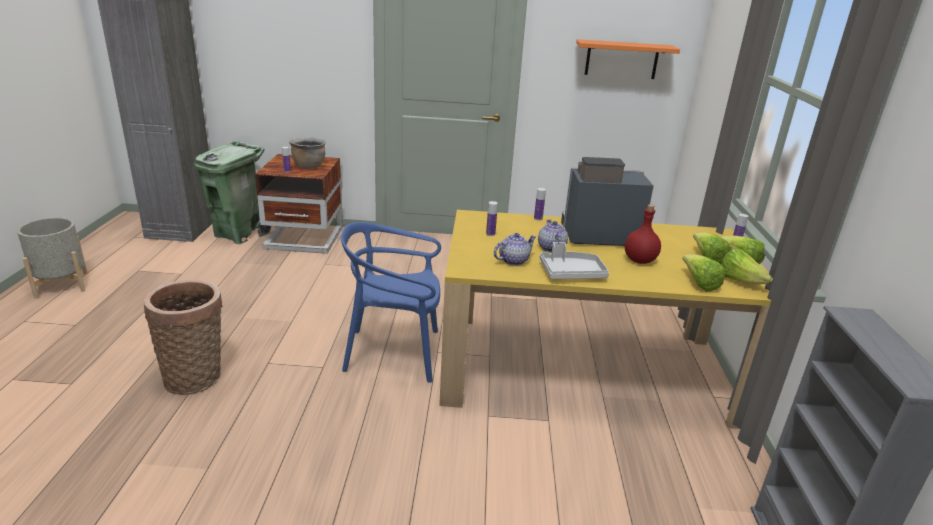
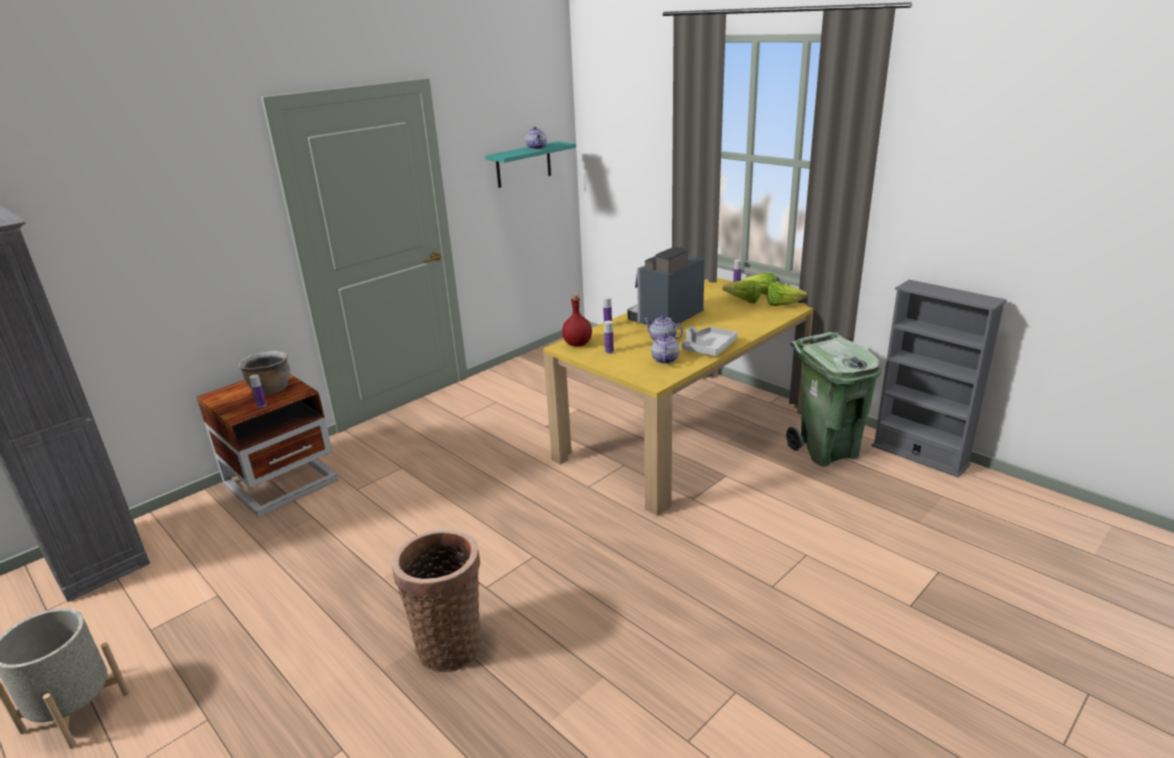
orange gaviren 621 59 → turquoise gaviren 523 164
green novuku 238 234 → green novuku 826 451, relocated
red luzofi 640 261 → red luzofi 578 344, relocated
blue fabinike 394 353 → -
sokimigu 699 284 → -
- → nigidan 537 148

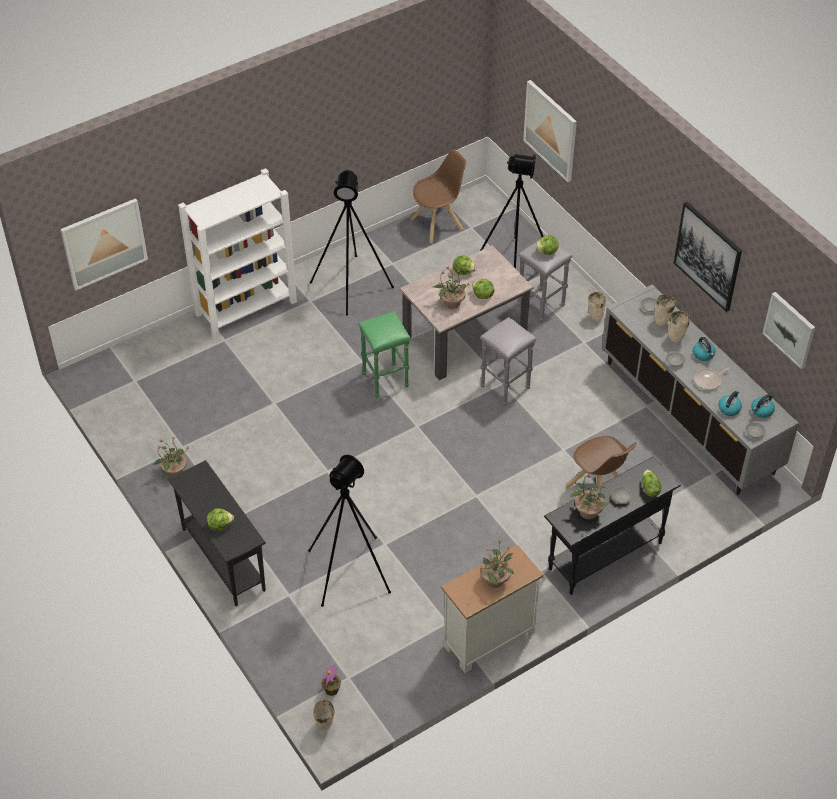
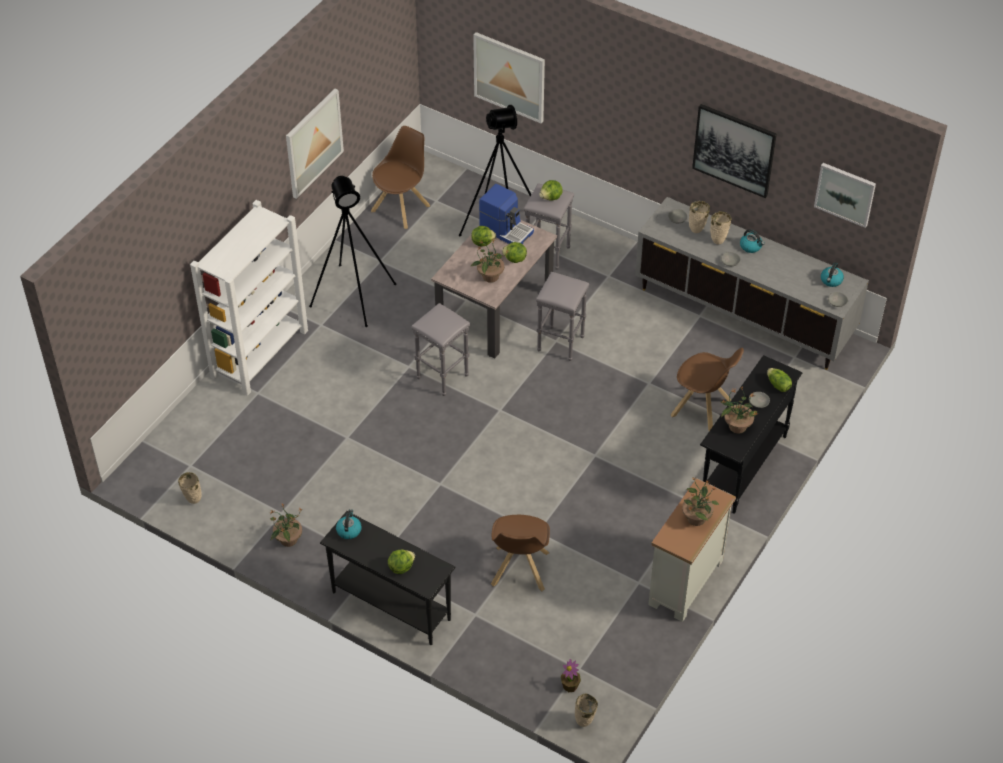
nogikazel 104 243 → nogikazel 313 143, relocated
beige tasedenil 595 317 → beige tasedenil 192 500, relocated
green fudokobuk 384 379 → grey fudokobuk 441 376
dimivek 708 381 → -
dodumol 729 408 → dodumol 349 530, relocated
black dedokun 349 571 → brown fabinike 519 570
- → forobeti 506 230

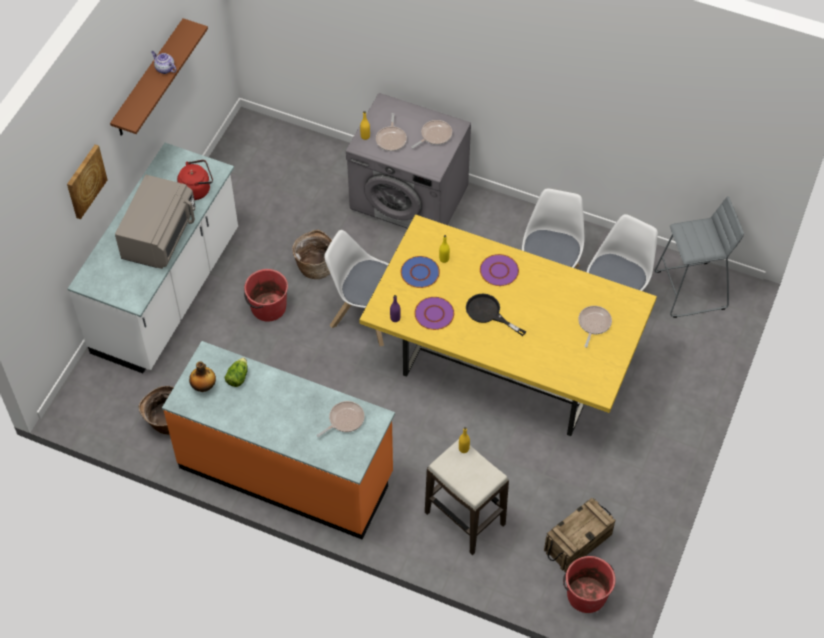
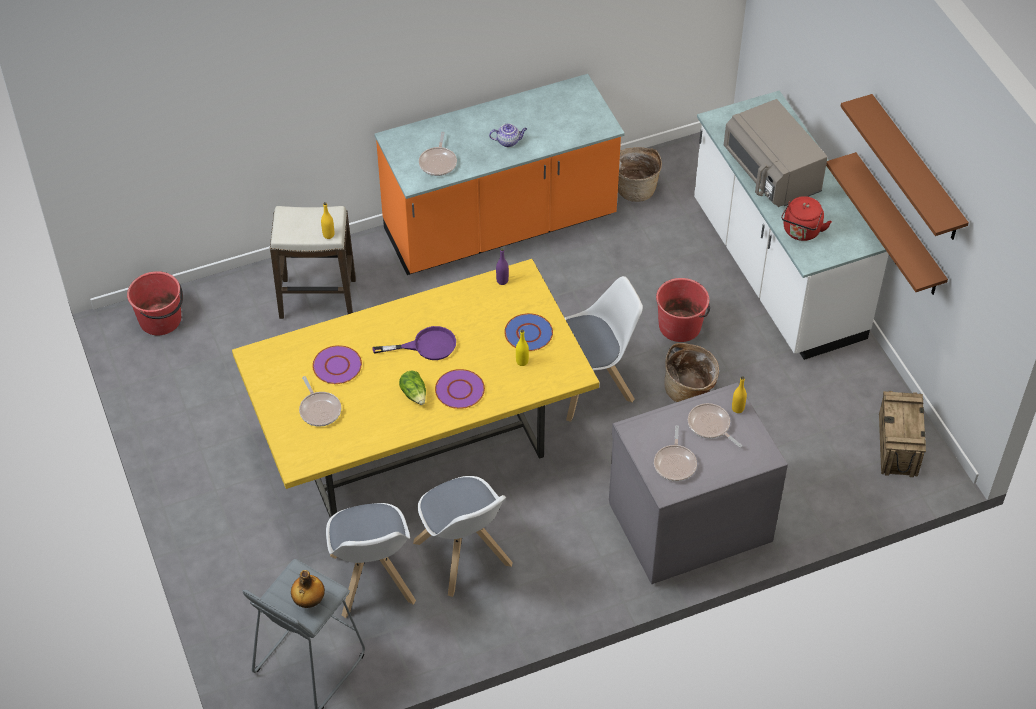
nigidan 164 68 → nigidan 508 141, relocated
nogikazel 85 181 → -
black dimivek 488 313 → purple dimivek 426 346
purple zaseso 434 314 → purple zaseso 337 366, relocated
sokimigu 237 377 → sokimigu 414 394, relocated
luzofi 204 387 → luzofi 309 601, relocated
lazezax 577 542 → lazezax 898 446, relocated
- → brown gaviren 897 226

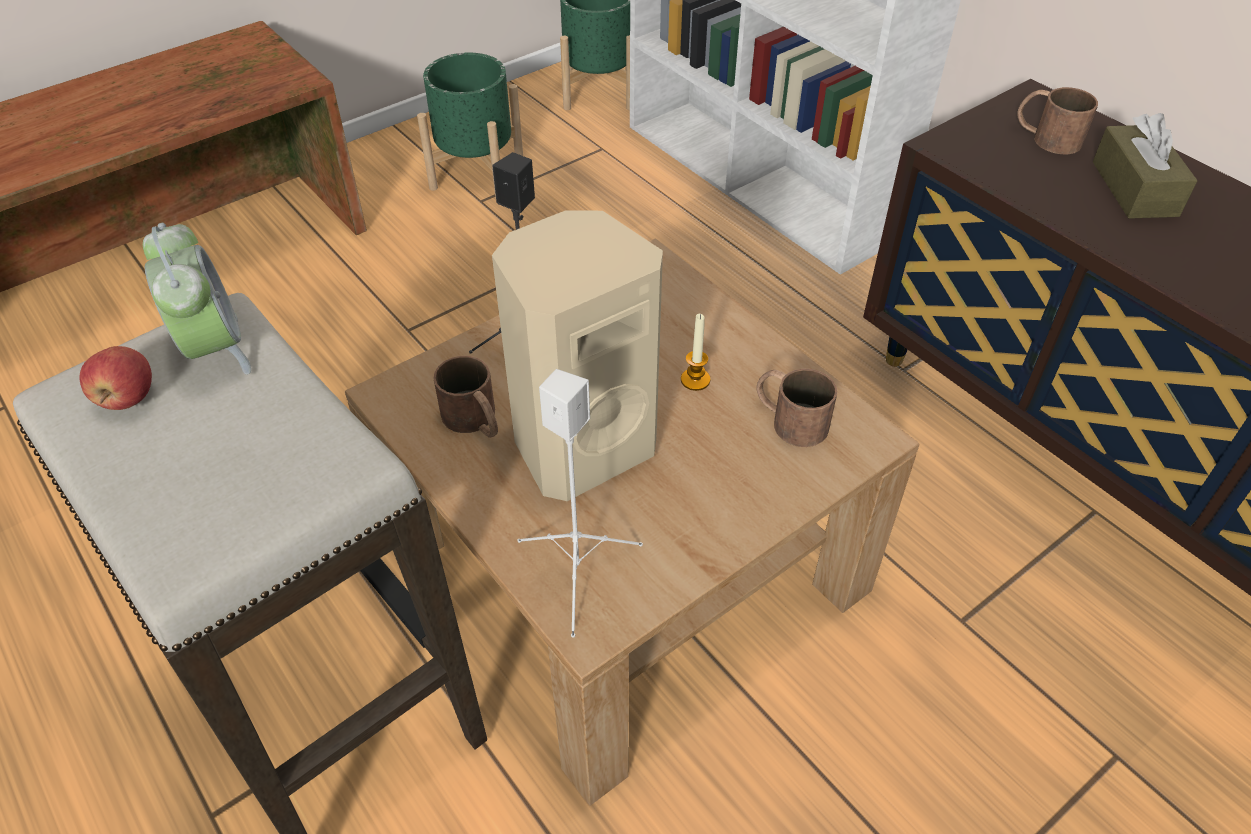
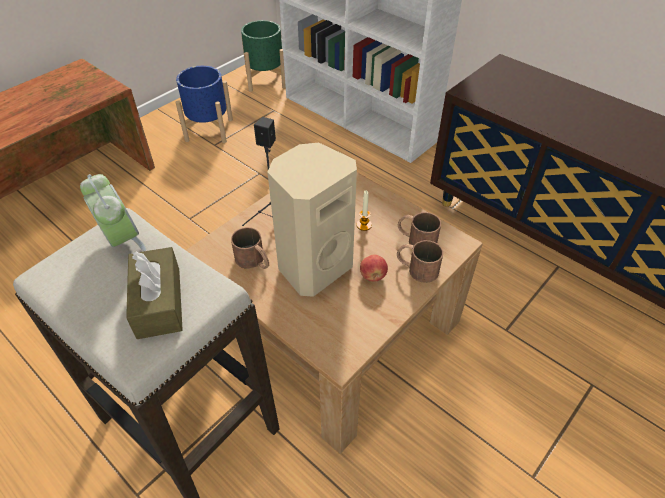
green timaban 476 173 → blue timaban 209 130
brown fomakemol 1046 137 → brown fomakemol 416 268, relocated
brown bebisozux 1134 189 → brown bebisozux 159 302, relocated
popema 127 398 → popema 373 276, relocated
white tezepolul 579 571 → -

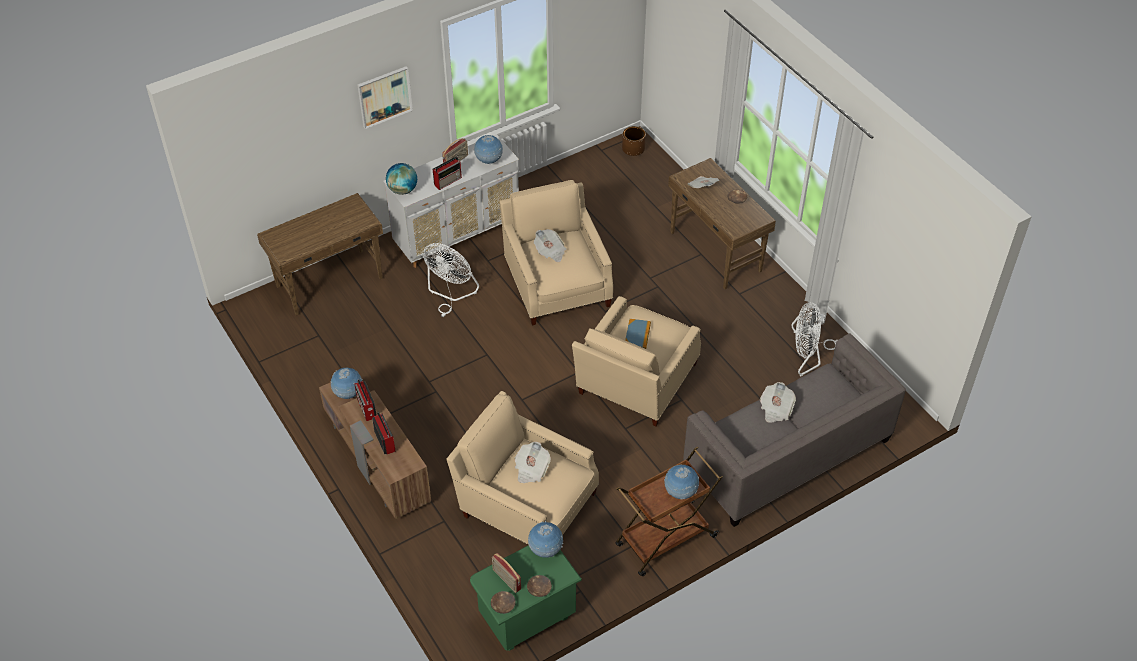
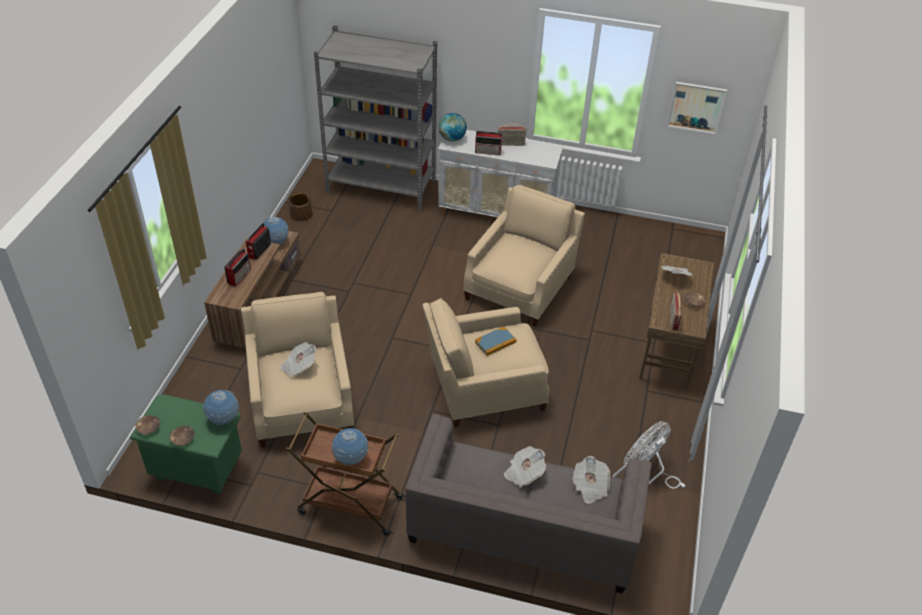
nogikazel 384 96 → nogikazel 696 107, relocated
brown timaban 633 149 → brown timaban 301 215, relocated
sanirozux 489 161 → -
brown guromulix 330 282 → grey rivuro 381 187
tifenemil 550 252 → tifenemil 590 487, relocated
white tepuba 448 292 → -
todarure 506 579 → todarure 673 319, relocated

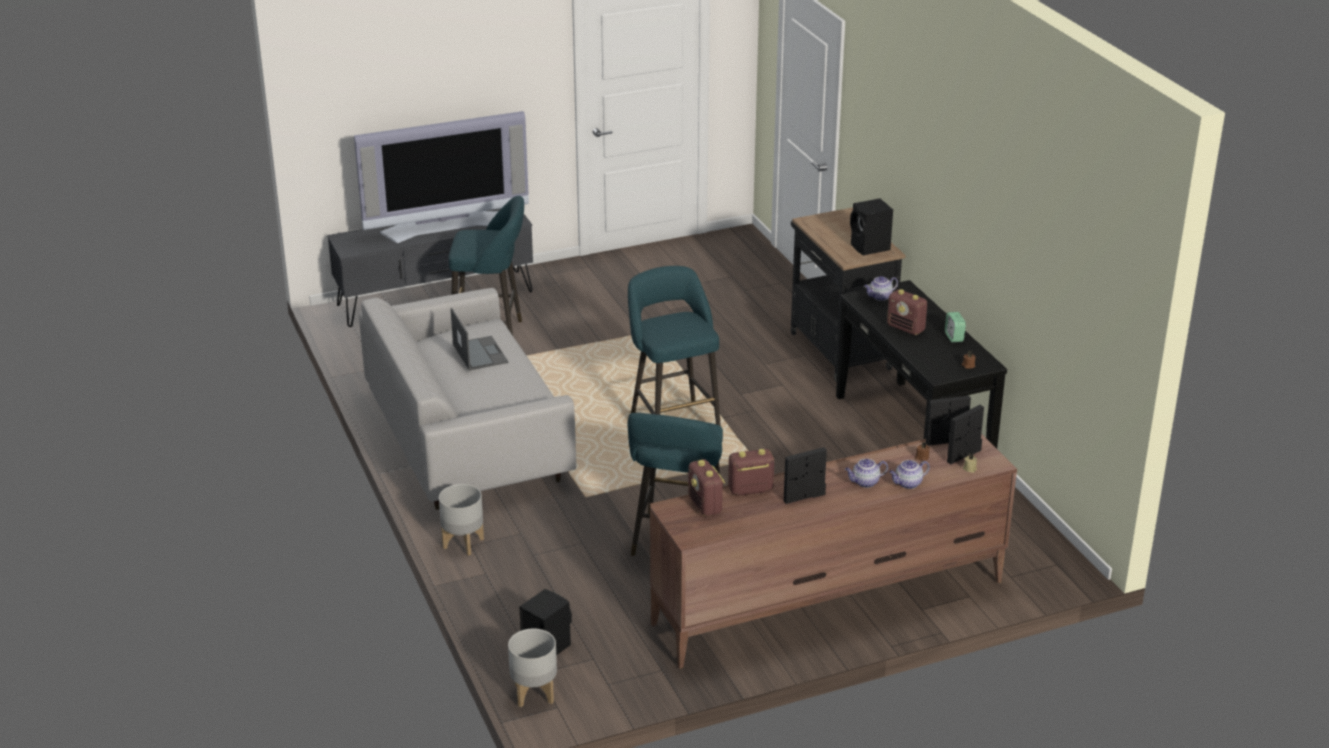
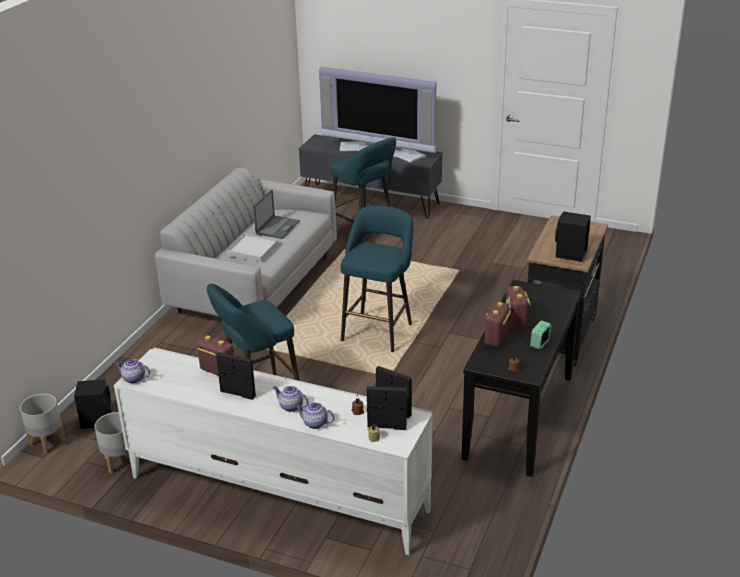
nigidan 880 297 → nigidan 133 378, relocated
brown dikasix 828 604 → white dikasix 276 494
todarure 705 506 → todarure 496 338, relocated
grey timaban 462 543 → grey timaban 120 461, relocated
- → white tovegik 252 250

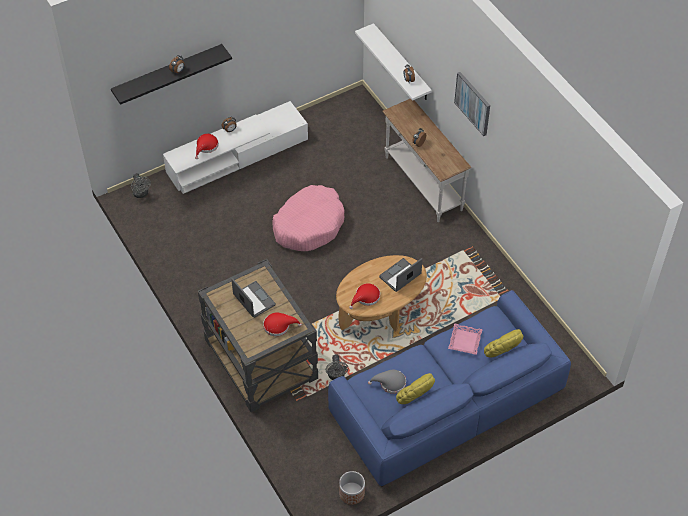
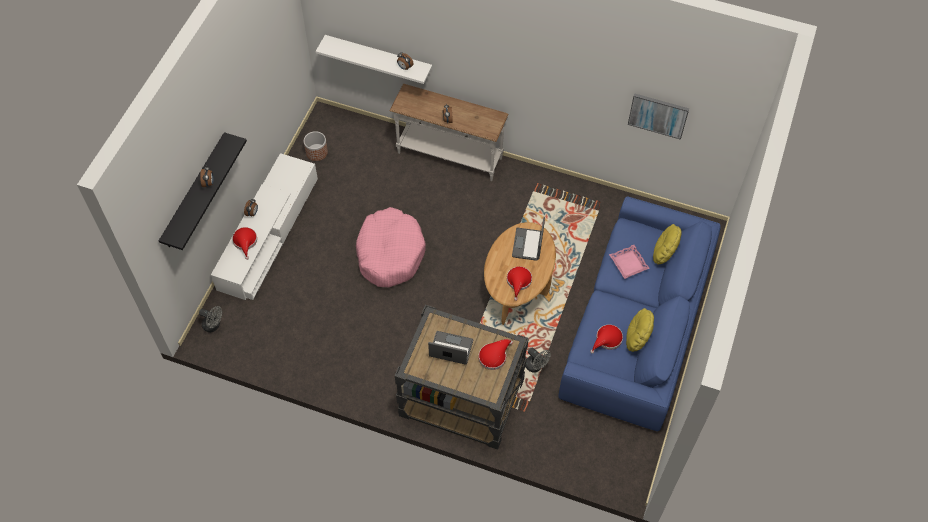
nogikazel 473 103 → nogikazel 658 115, relocated
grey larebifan 390 383 → red larebifan 607 340
timaban 351 493 → timaban 316 152, relocated

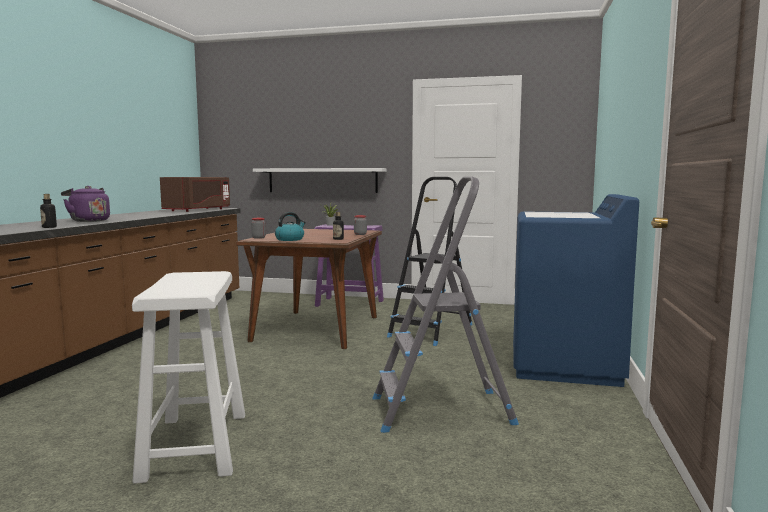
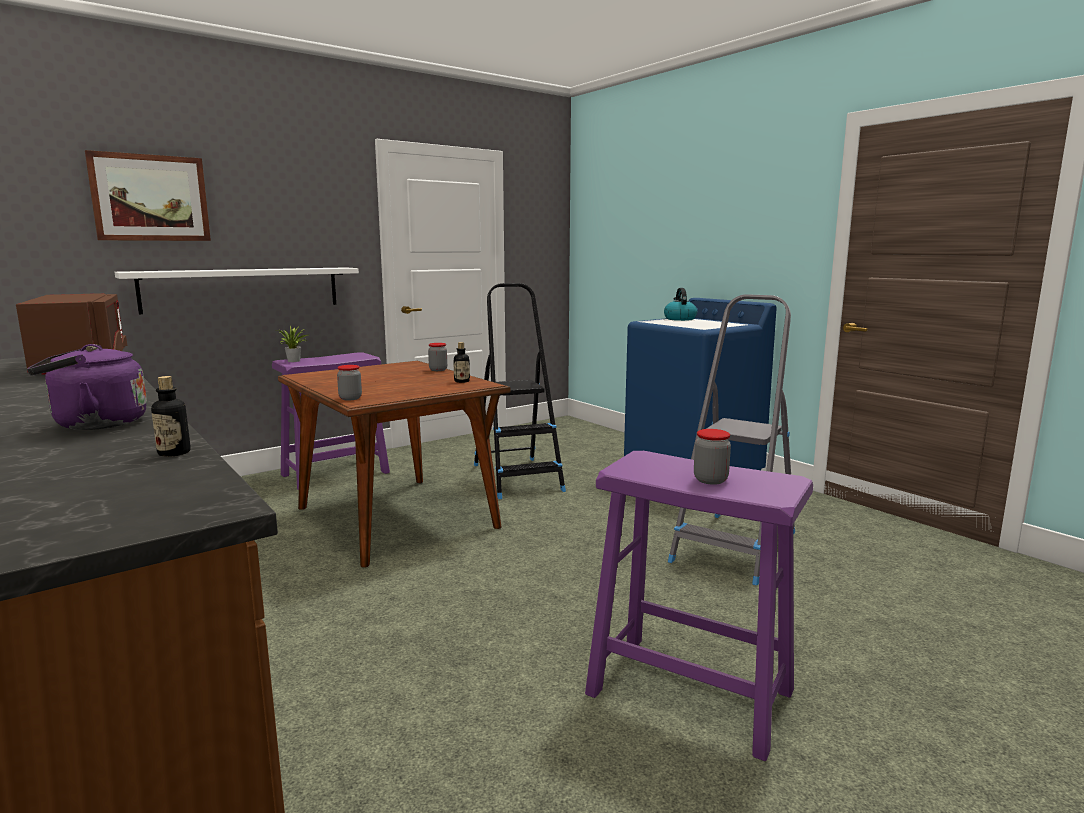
dodumol 290 239 → dodumol 679 319, relocated
white fudokobuk 196 445 → purple fudokobuk 688 691
- → nogikazel 150 198
- → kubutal 710 480

